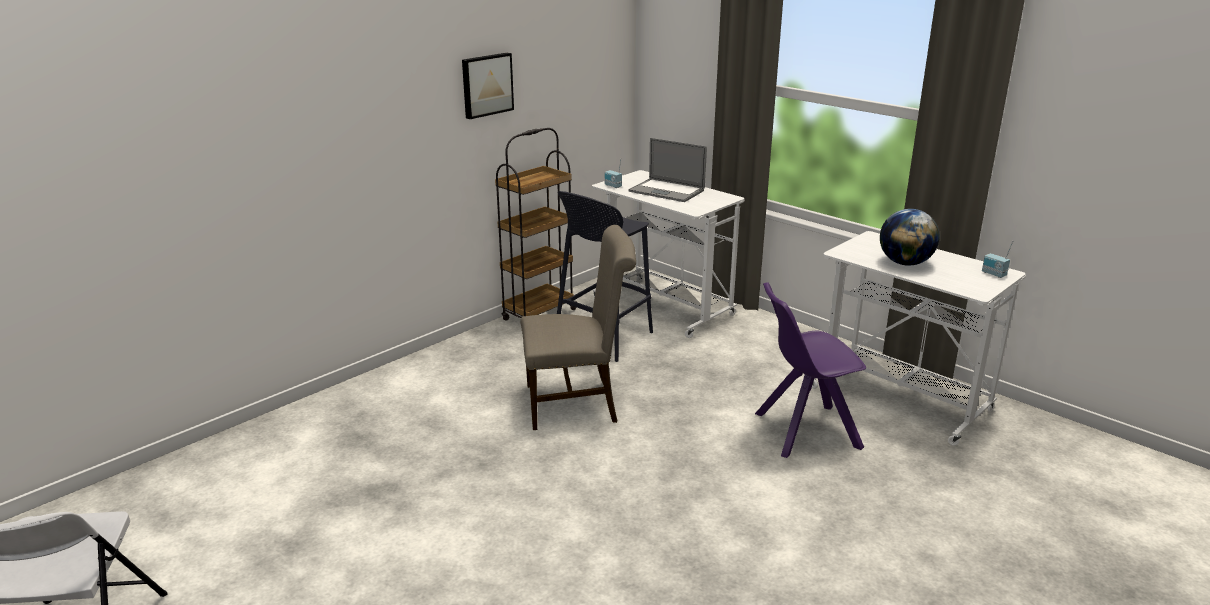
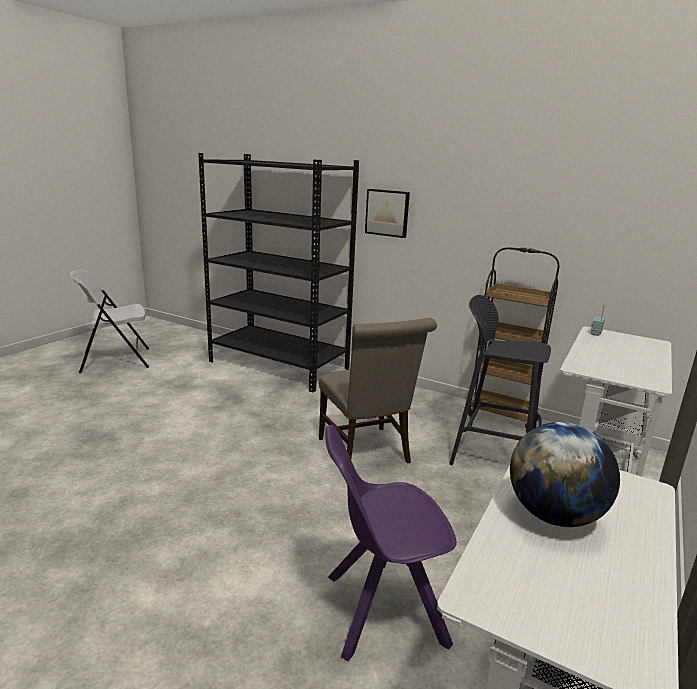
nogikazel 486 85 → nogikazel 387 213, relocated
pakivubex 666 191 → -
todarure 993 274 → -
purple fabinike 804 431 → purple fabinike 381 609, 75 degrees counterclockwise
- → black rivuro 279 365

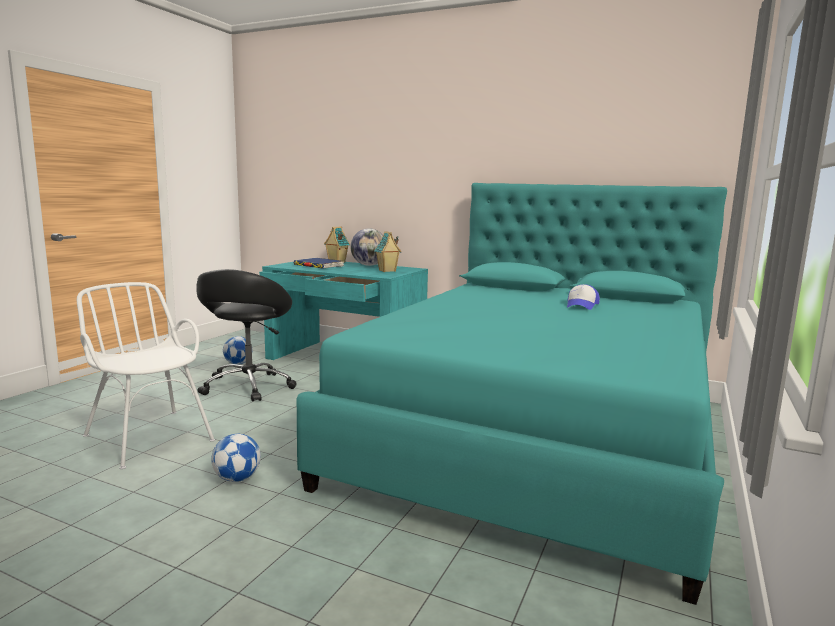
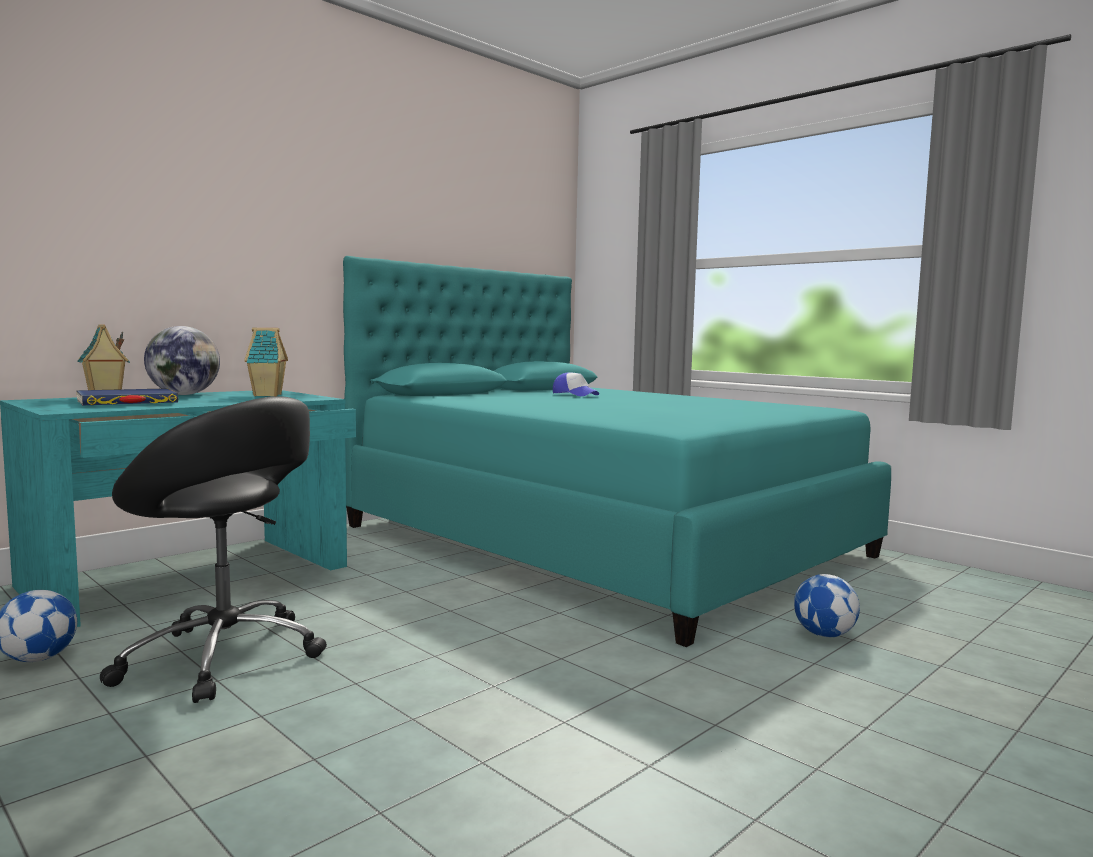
white fabinike 147 435 → -
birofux 237 478 → birofux 824 635, relocated

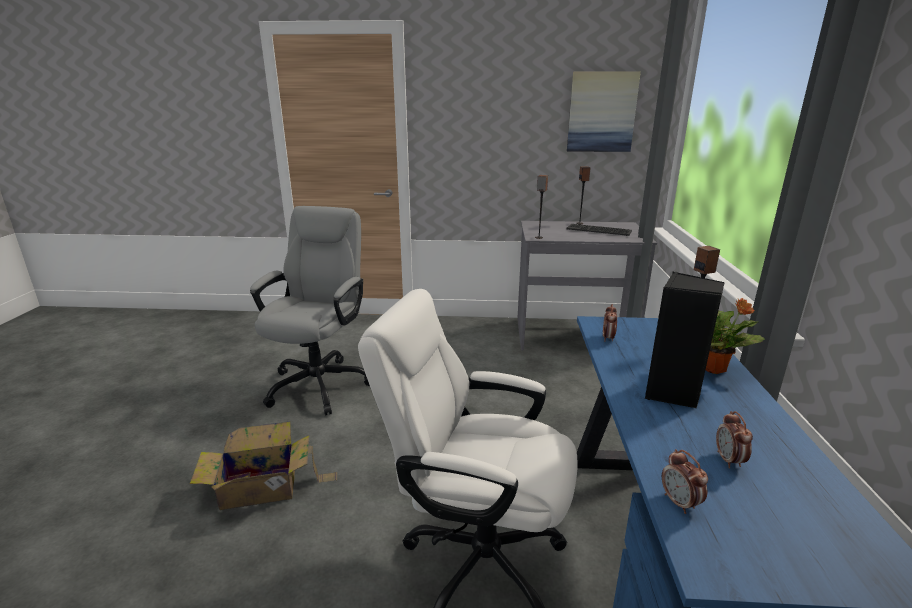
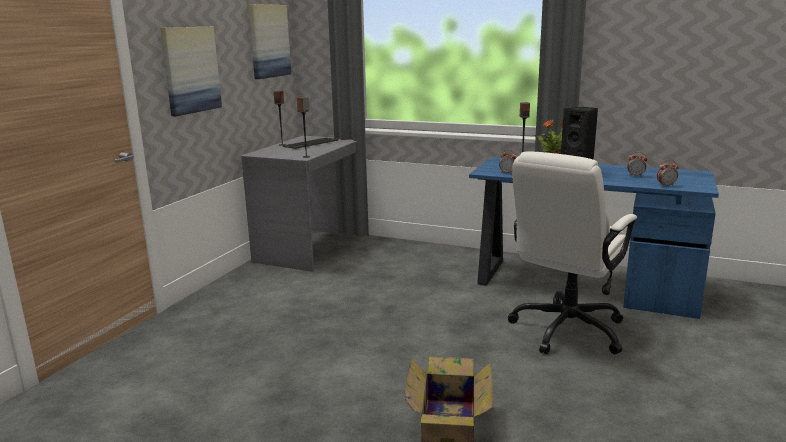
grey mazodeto 321 383 → -
- → nogikazel 190 70

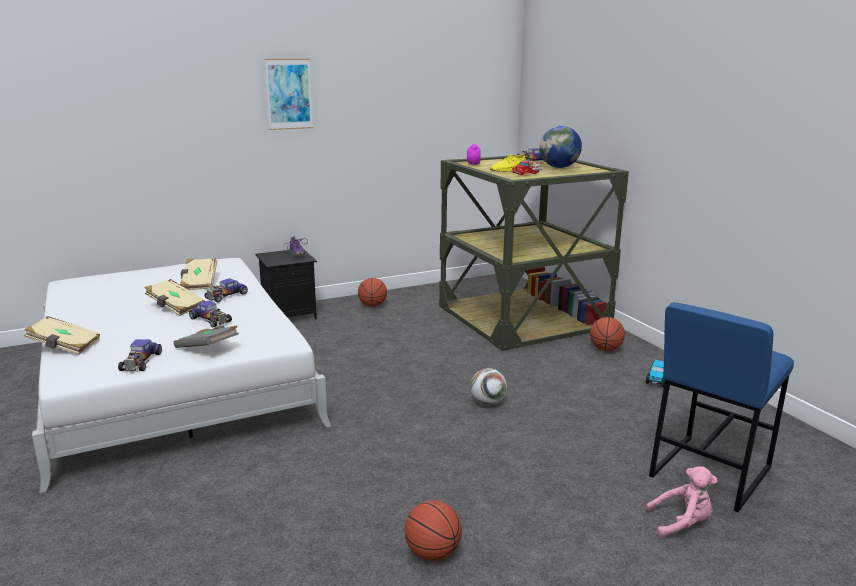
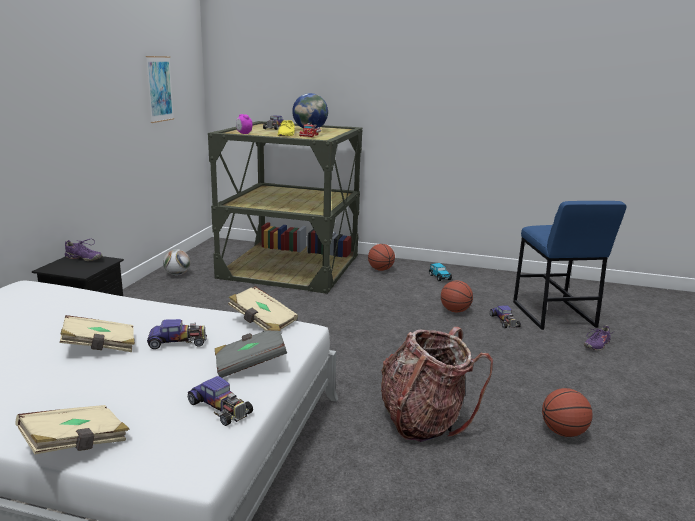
nogikazel 289 94 → nogikazel 159 89, relocated
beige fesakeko 199 283 → beige fesakeko 262 322, relocated
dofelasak 226 296 → dofelasak 504 321, relocated
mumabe 372 306 → mumabe 455 311, relocated
birofux 487 403 → birofux 177 274, relocated
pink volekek 681 524 → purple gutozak 596 345
- → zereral 423 420

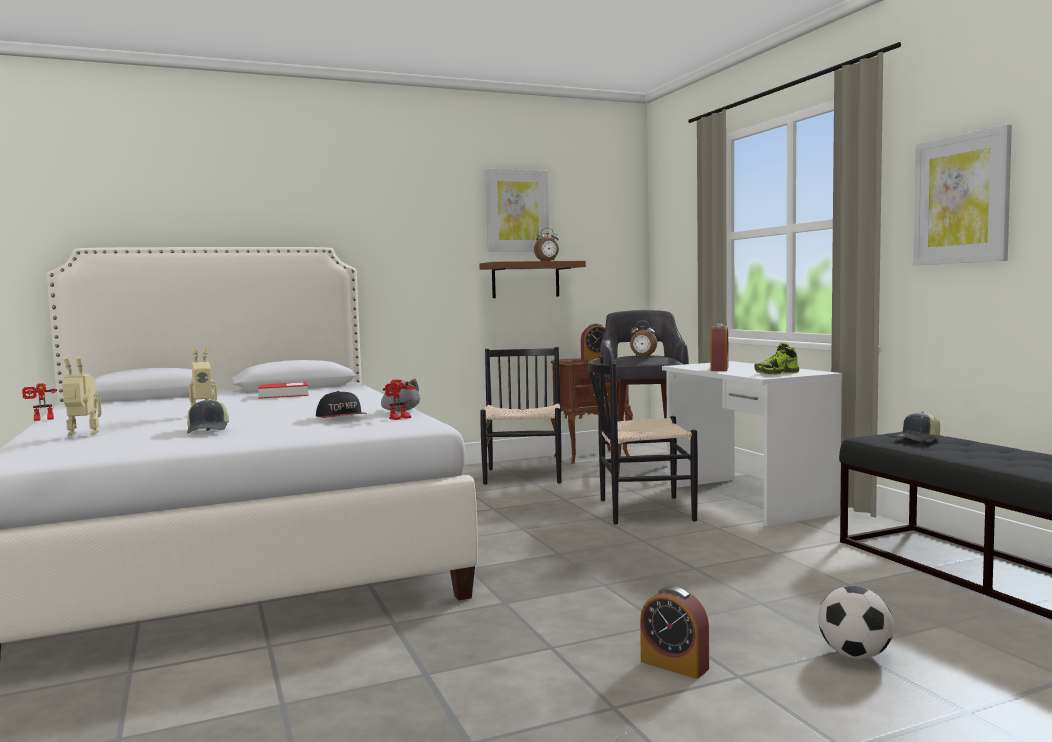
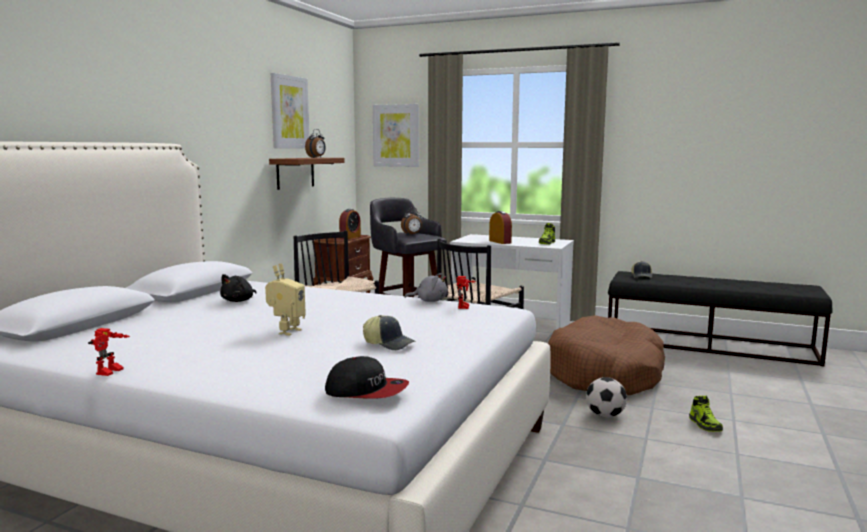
nogikazel 961 199 → nogikazel 396 135, relocated
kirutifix 82 434 → -
fesakeko 283 395 → black volekek 239 301
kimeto 342 417 → kimeto 367 391, relocated
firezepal 674 665 → gutozak 705 425
birofux 855 655 → birofux 605 415, relocated
- → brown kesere 605 374

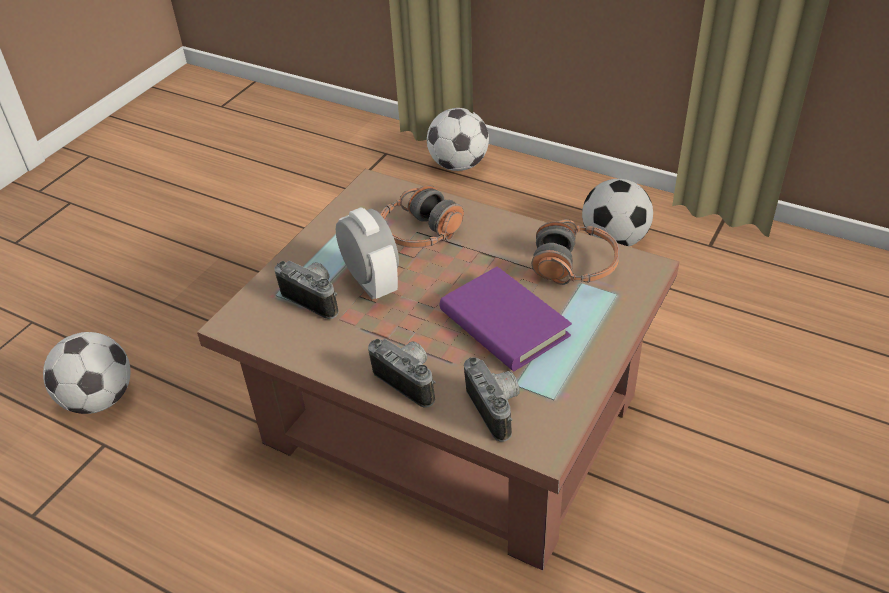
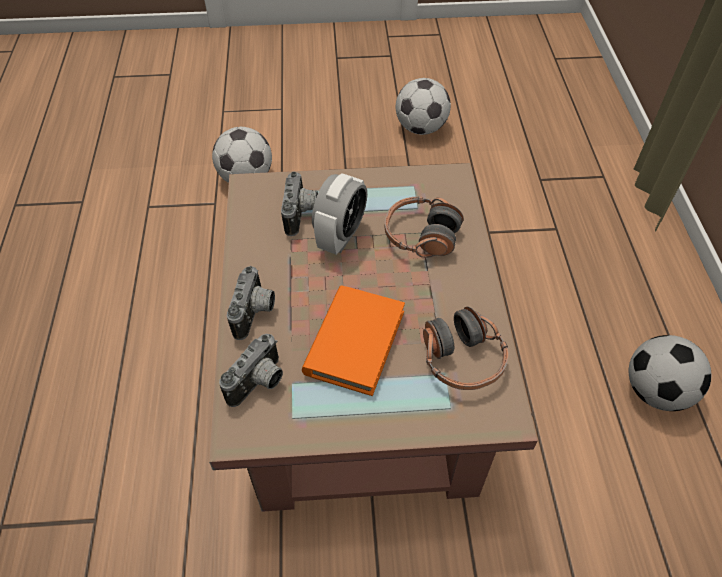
birofux 458 165 → birofux 421 128, relocated
purple fesakeko 504 323 → orange fesakeko 354 342

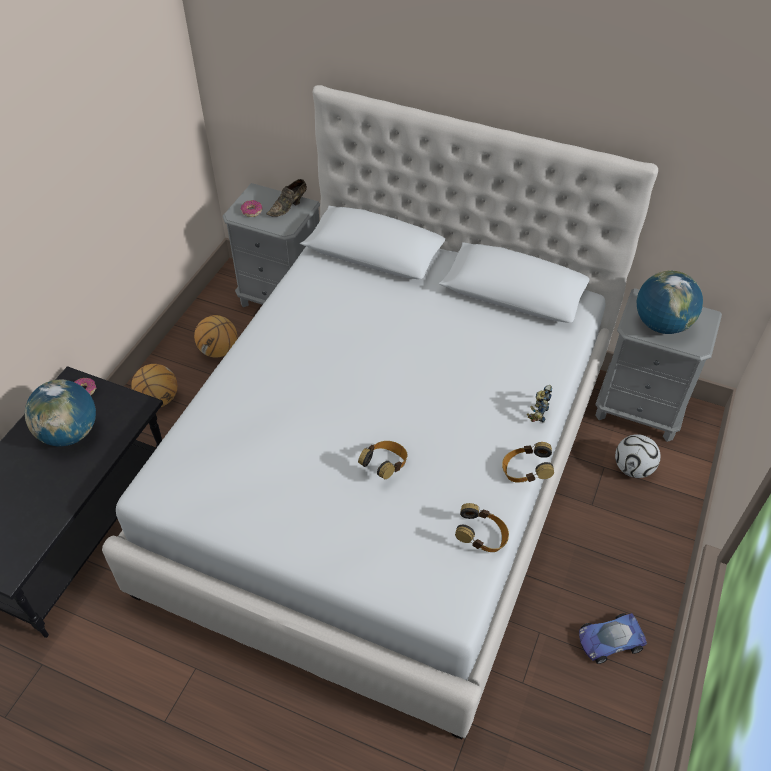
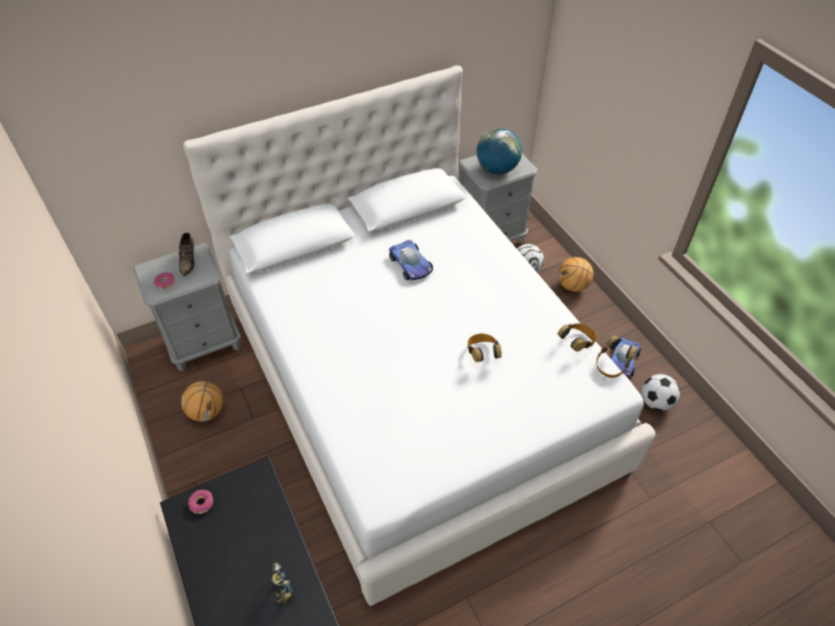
mumabe 158 400 → mumabe 572 286, relocated
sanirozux 70 433 → -
kirutifix 538 413 → kirutifix 281 587, relocated
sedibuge 525 472 → sedibuge 611 365, relocated
- → dofelasak 411 265
- → birofux 655 402

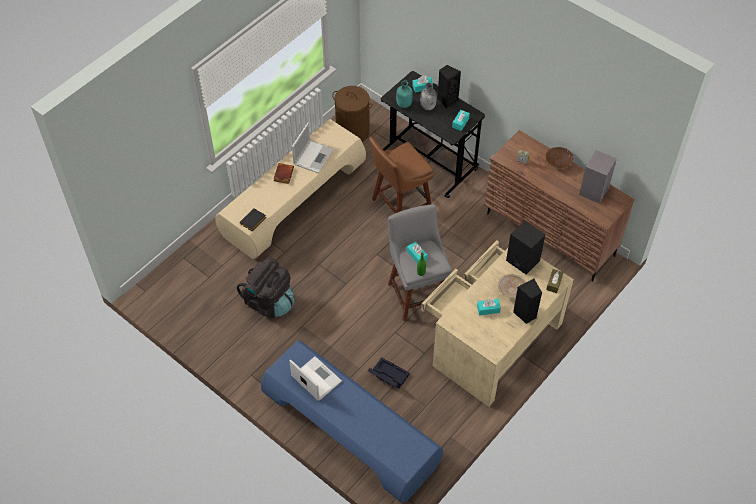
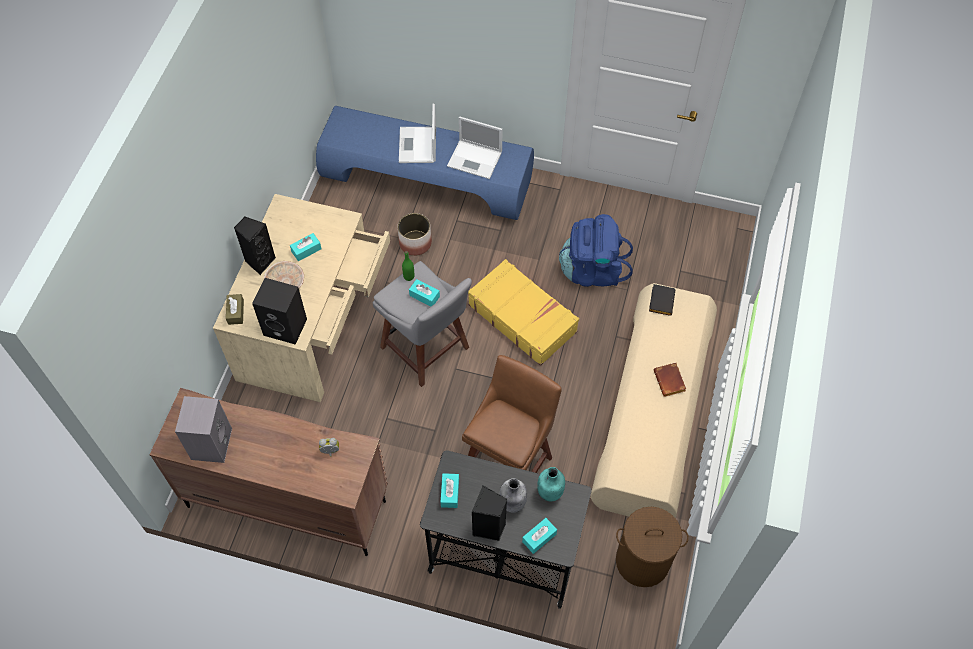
pakivubex 313 156 → pakivubex 418 146, relocated
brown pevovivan 558 162 → -
black zereral 269 302 → blue zereral 592 270
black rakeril 387 376 → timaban 415 243
- → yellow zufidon 522 317

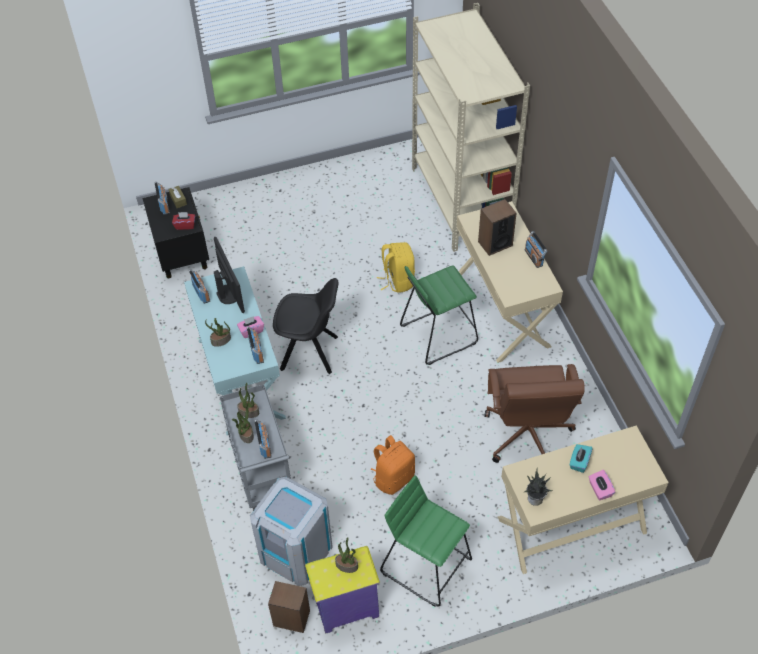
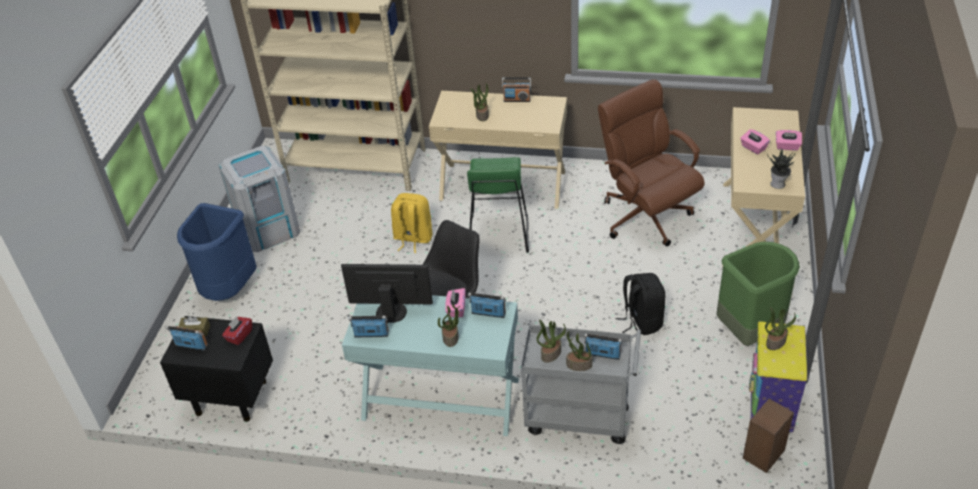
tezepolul 495 243 → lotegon 482 115
brown mazodeto 527 433 → brown mazodeto 646 217, 150 degrees counterclockwise
orange zereral 393 478 → black zereral 641 321
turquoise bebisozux 579 462 → pink bebisozux 753 148
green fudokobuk 426 565 → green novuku 750 331
grey novuku 296 551 → grey novuku 268 229, relocated
- → blue novuku 229 289

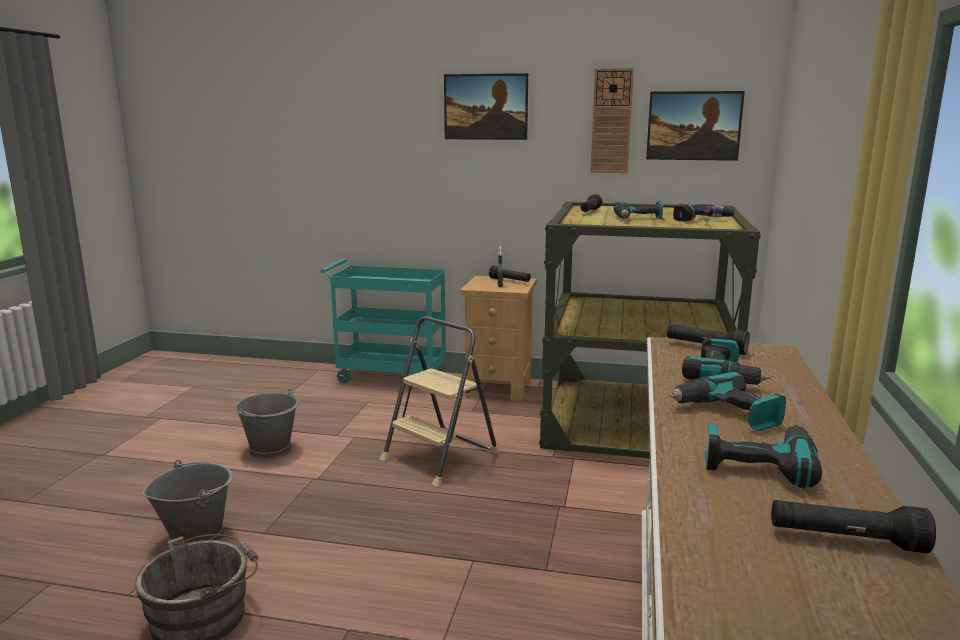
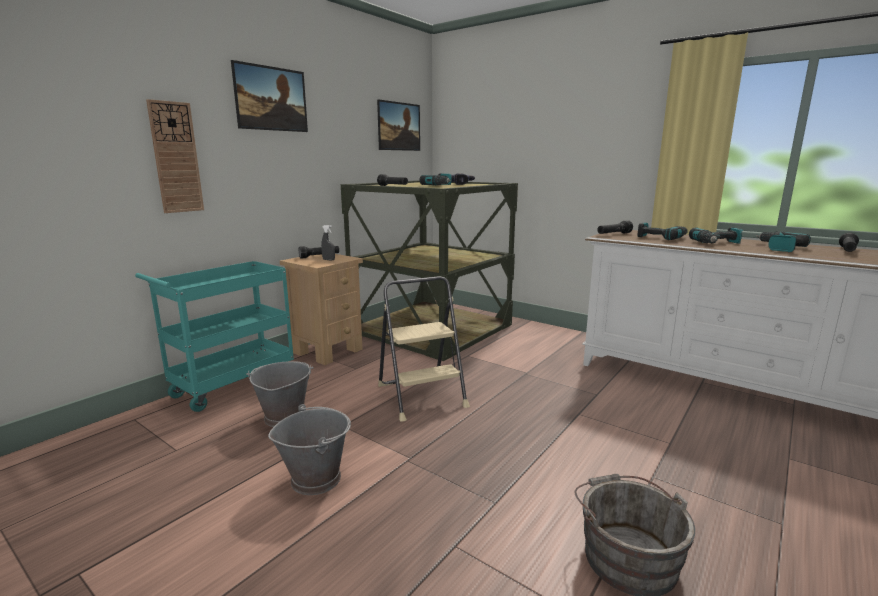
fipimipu 611 121 → fipimipu 176 158, relocated
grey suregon 197 537 → grey suregon 284 417, relocated

